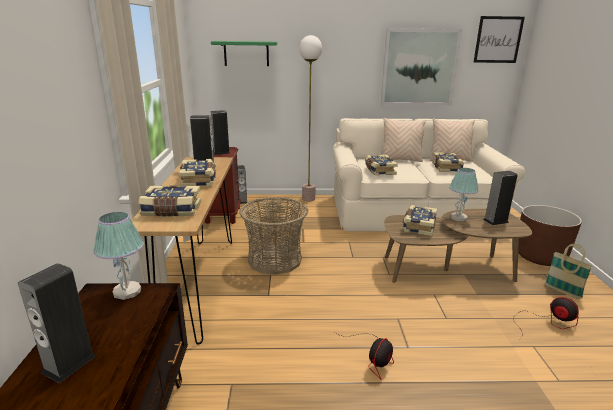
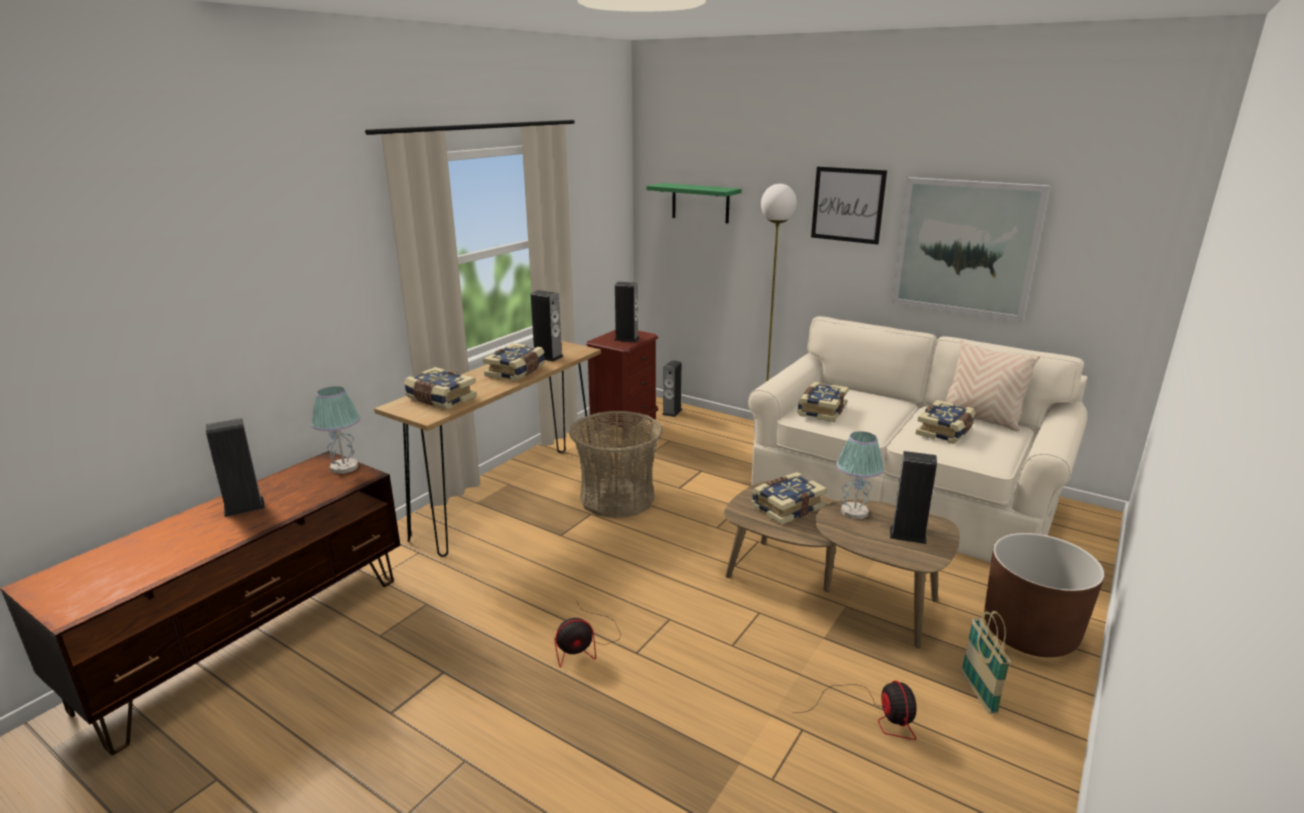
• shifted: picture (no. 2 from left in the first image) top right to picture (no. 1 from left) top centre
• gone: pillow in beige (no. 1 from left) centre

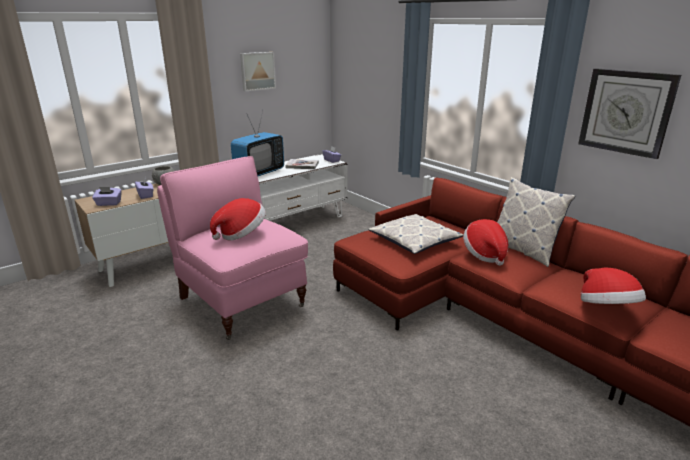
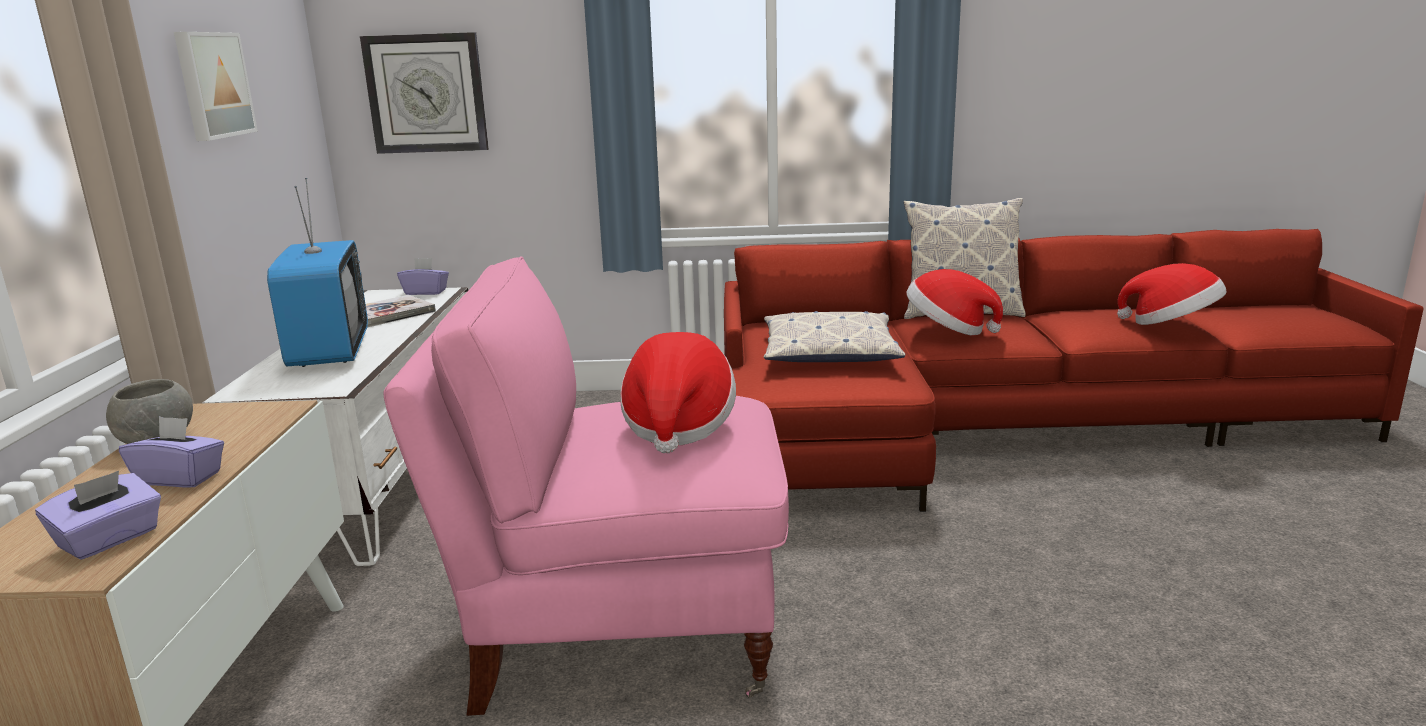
• shifted: wall clock top right to top left

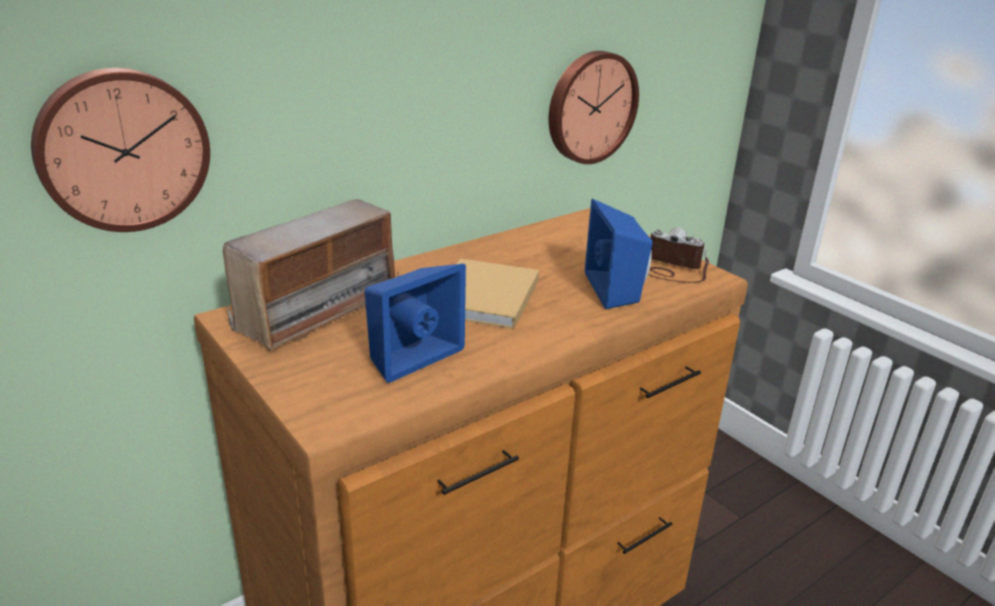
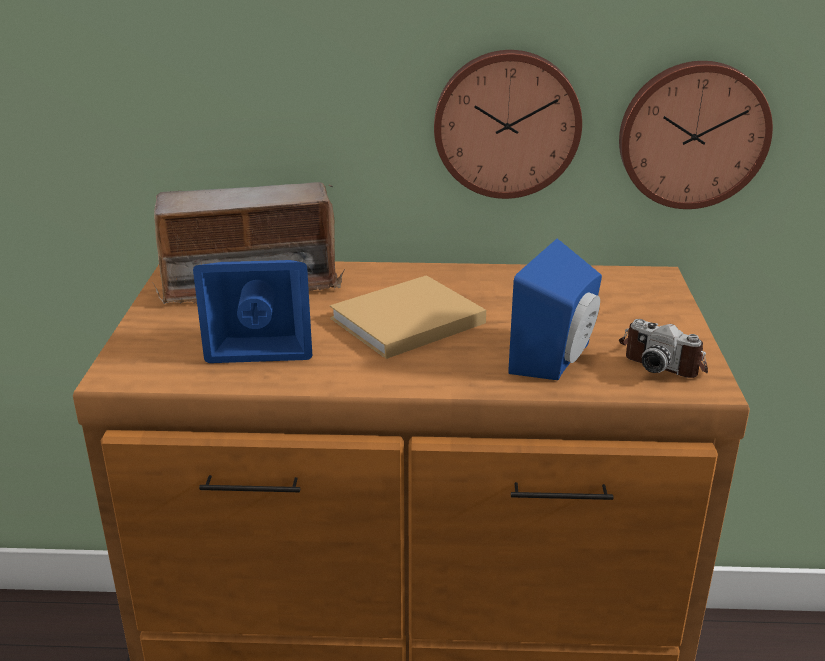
• shifted: wall clock (no. 1 from left) top left to top centre
• rotated: photo camera middle right = middle right 150 degrees clockwise

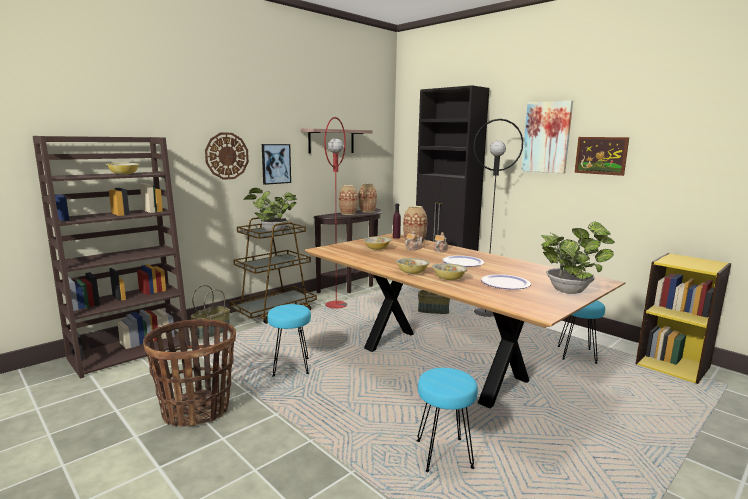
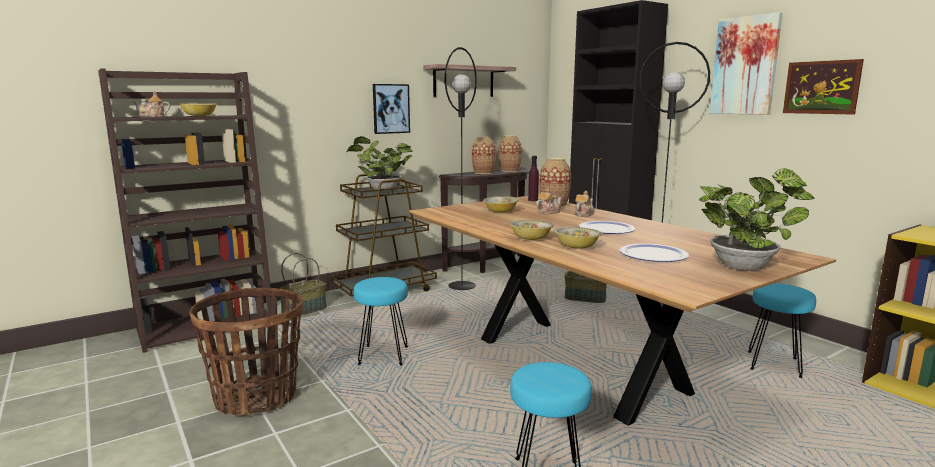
• new: teapot (no. 1 from left) top left
• repainted: floor lamp in red centre to floor lamp in black (no. 1 from left) centre
• gone: wall clock top left

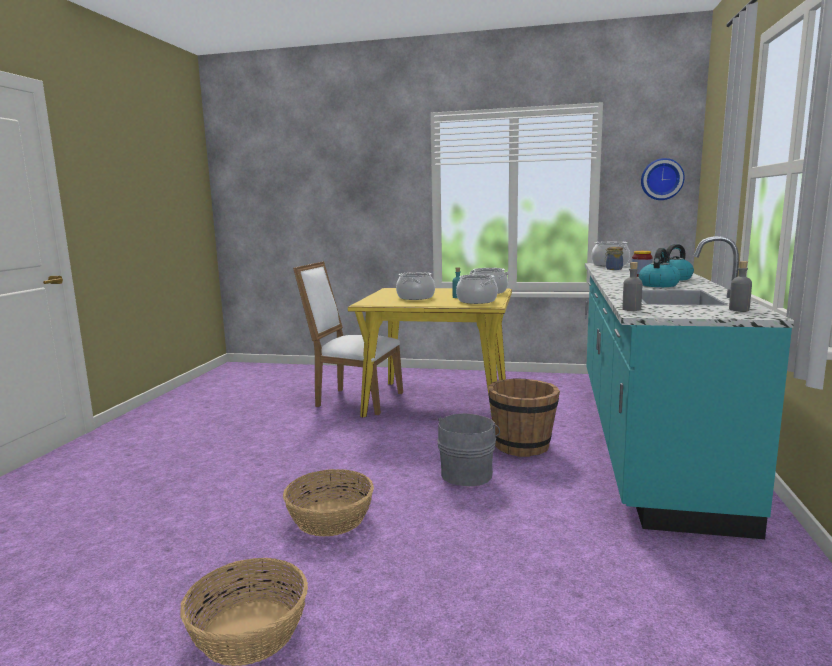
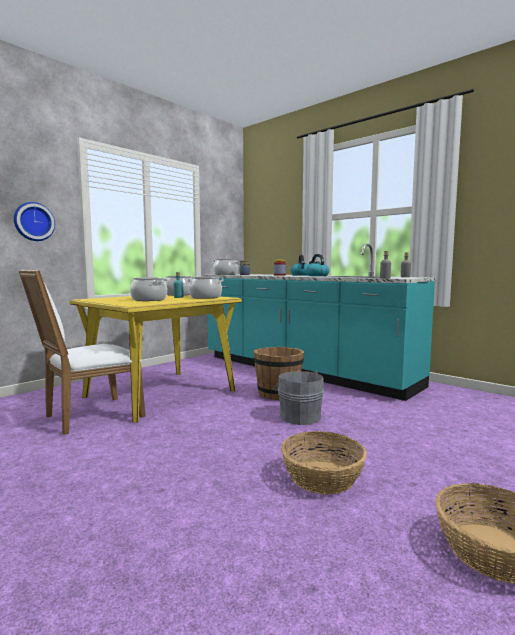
• shifted: wall clock top right to middle left

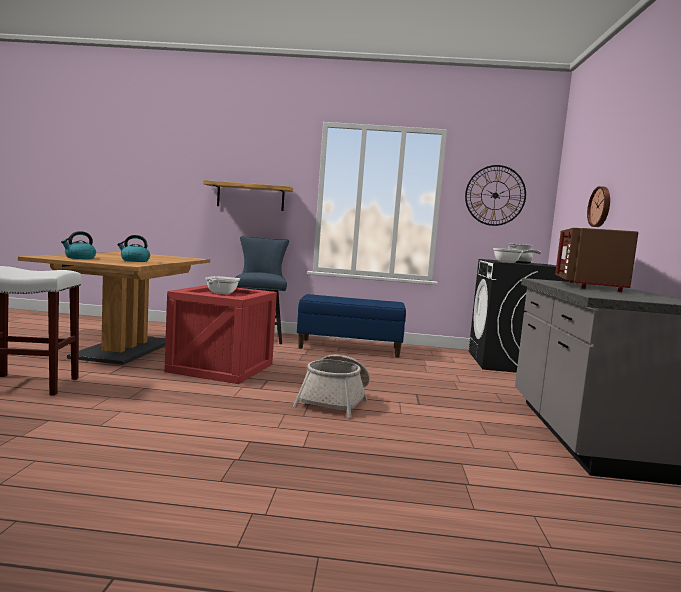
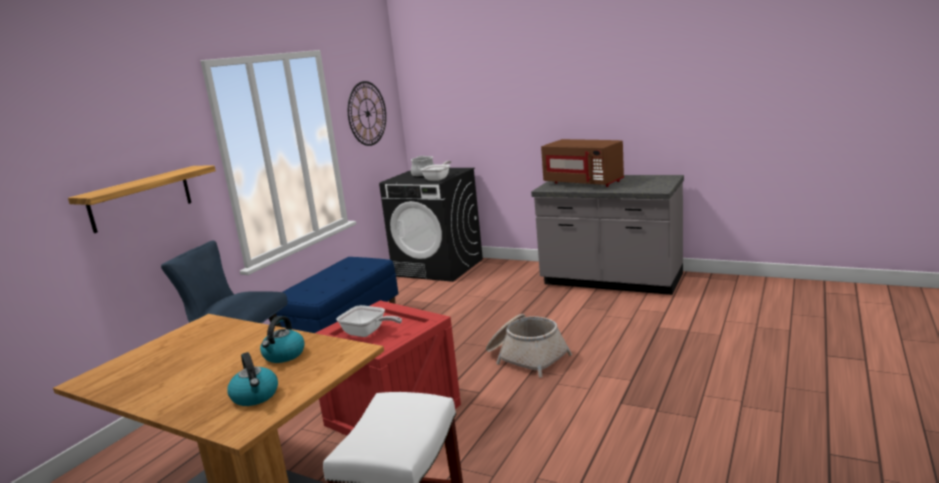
• gone: wall clock (no. 2 from left) middle right

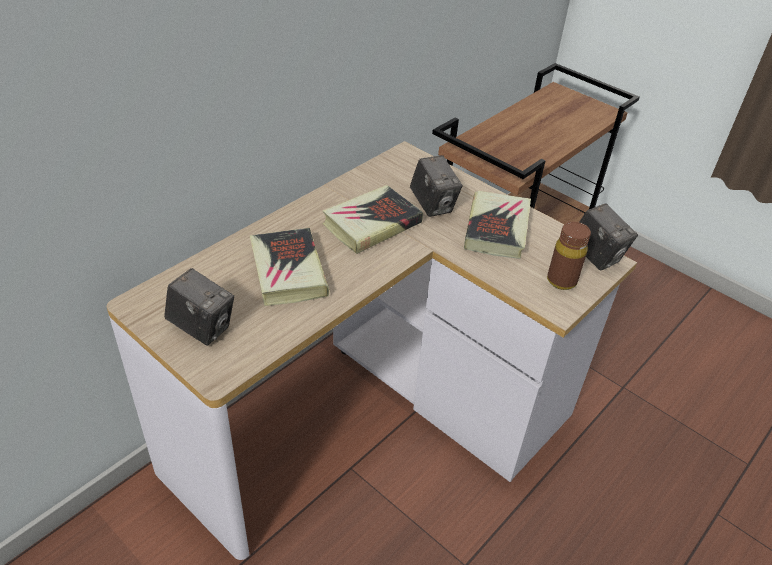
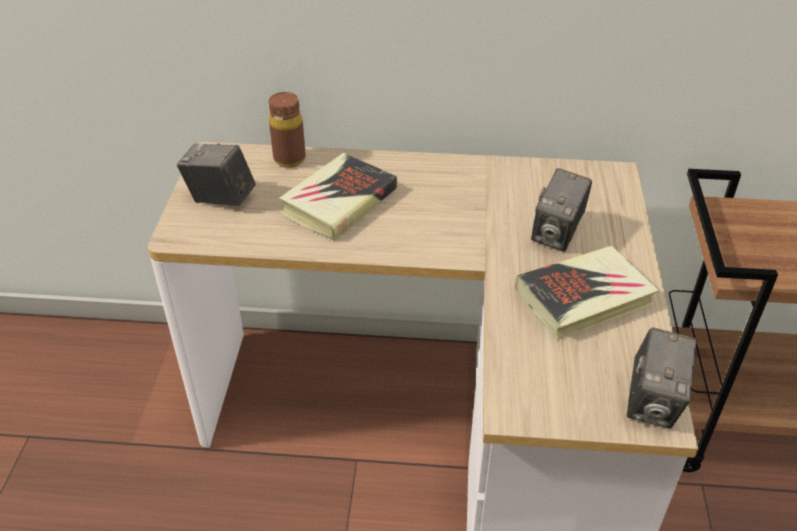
• rotated: photo camera (no. 1 from left) middle left = top left 120 degrees clockwise
• shifted: bottle in brown middle right to top centre
• gone: book (no. 2 from left) centre

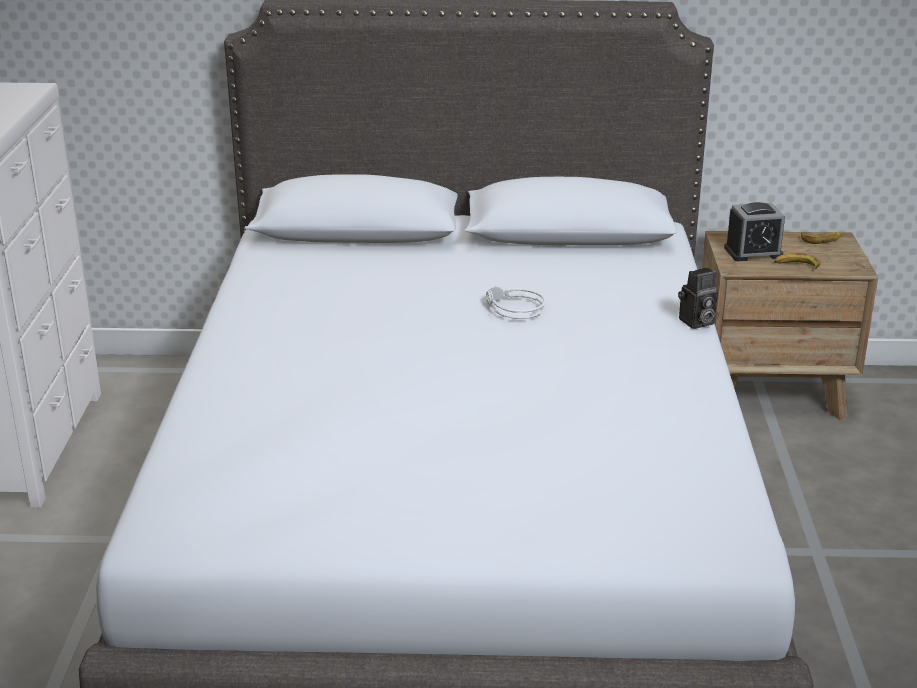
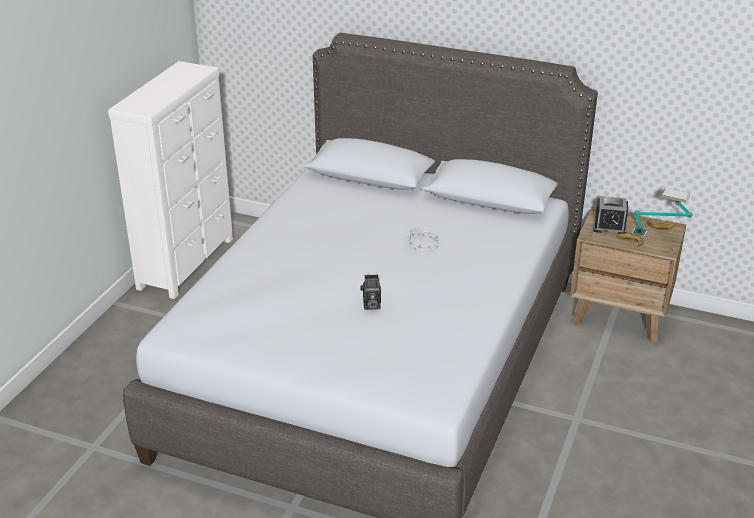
• shifted: photo camera middle right to centre
• new: table lamp middle right

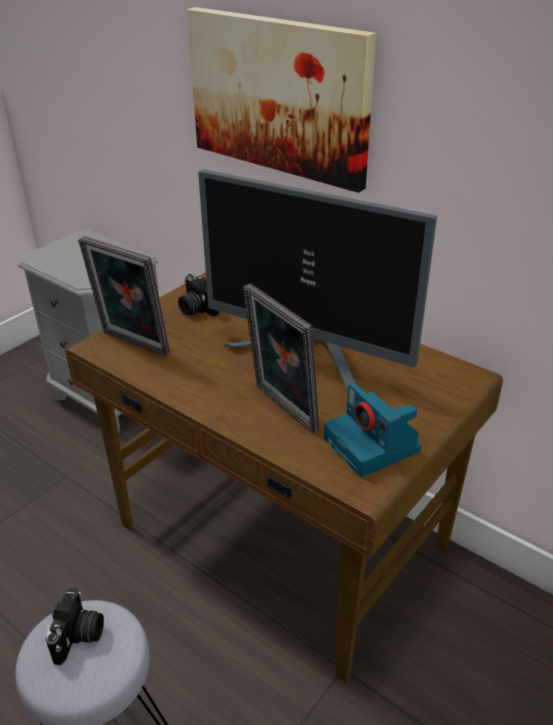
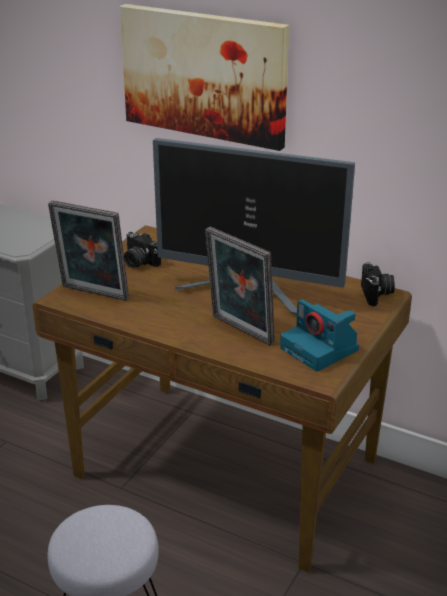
• shifted: photo camera (no. 1 from left in the first image) bottom left to photo camera (no. 3 from left) middle right

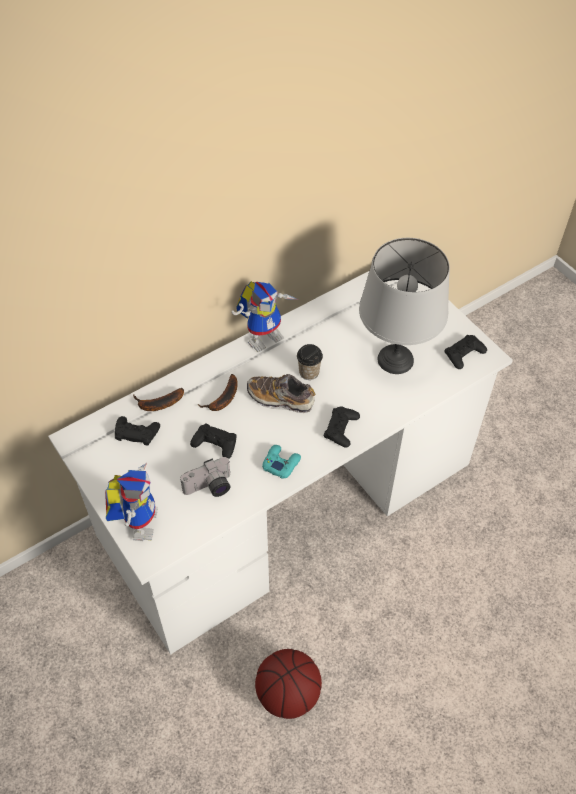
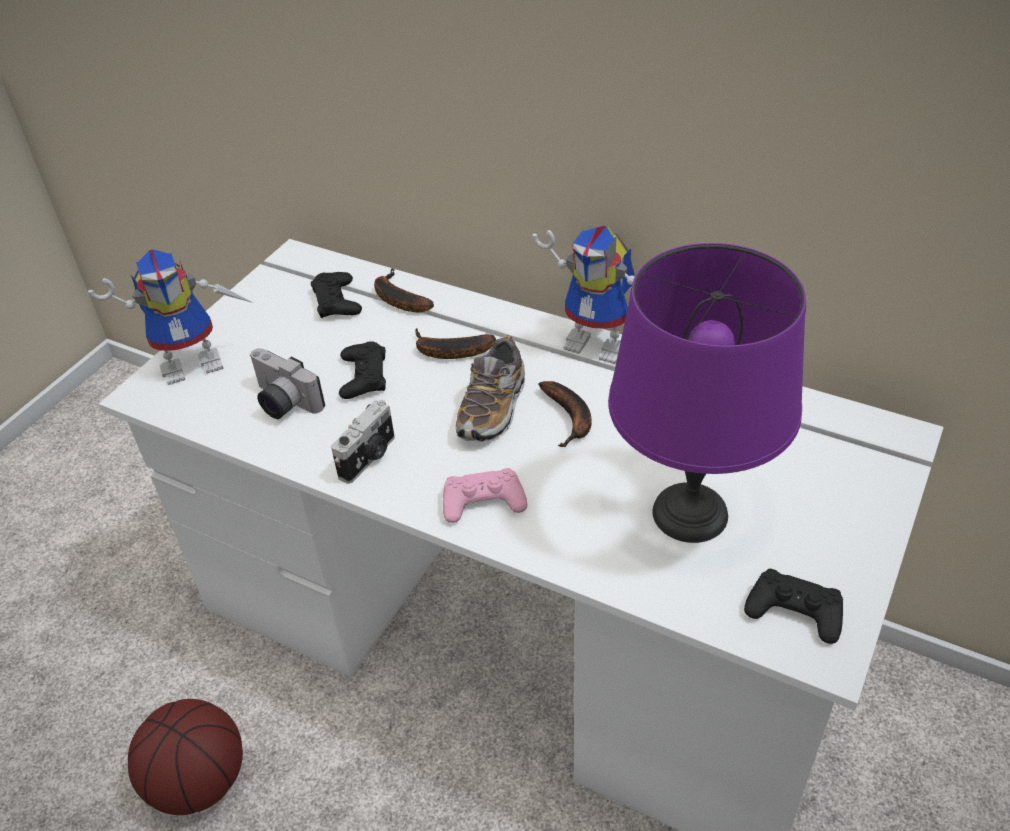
• swapped: game controller in turquoise centre to photo camera (no. 2 from left) centre
• repainted: game controller in black (no. 3 from left) centre to game controller in pink centre
• rotated: shoe centre = centre 150 degrees counterclockwise
• swapped: cup centre to banana (no. 3 from left) centre
• repainted: table lamp in grey middle right to table lamp in purple middle right

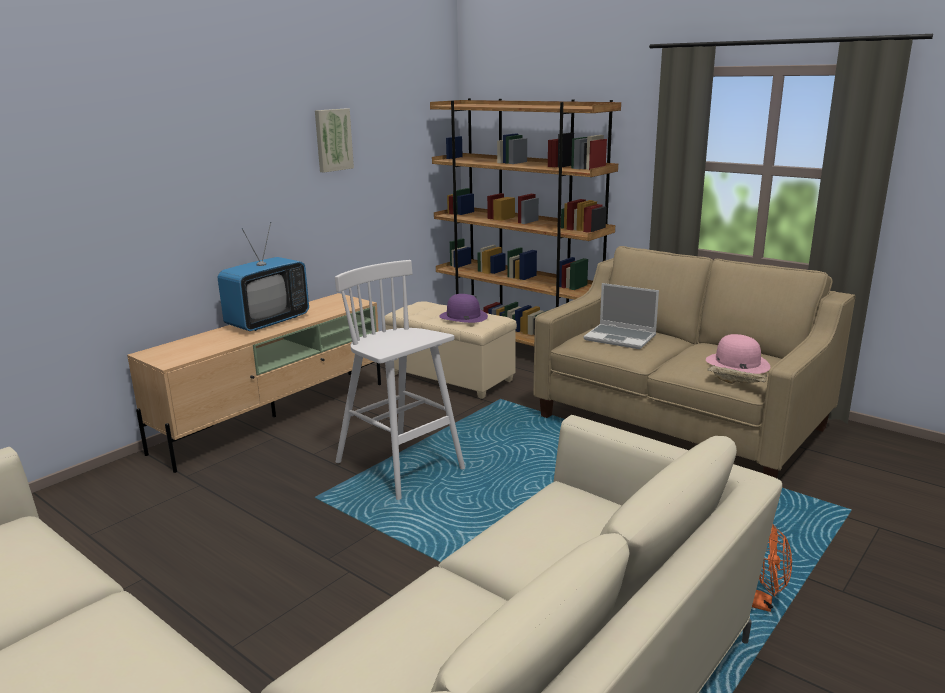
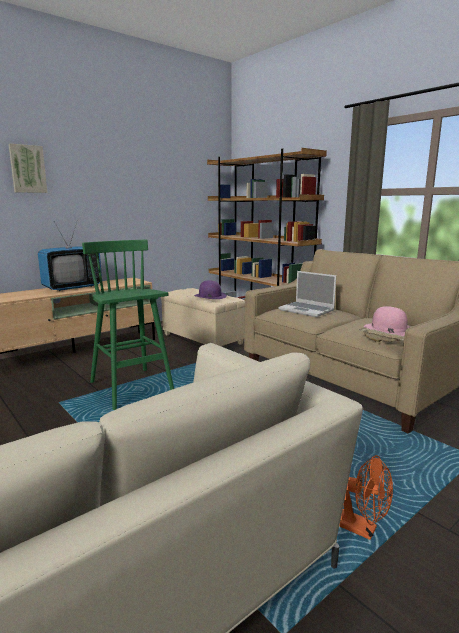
• shifted: picture top centre to top left
• repainted: stool in white centre to stool in green middle left

